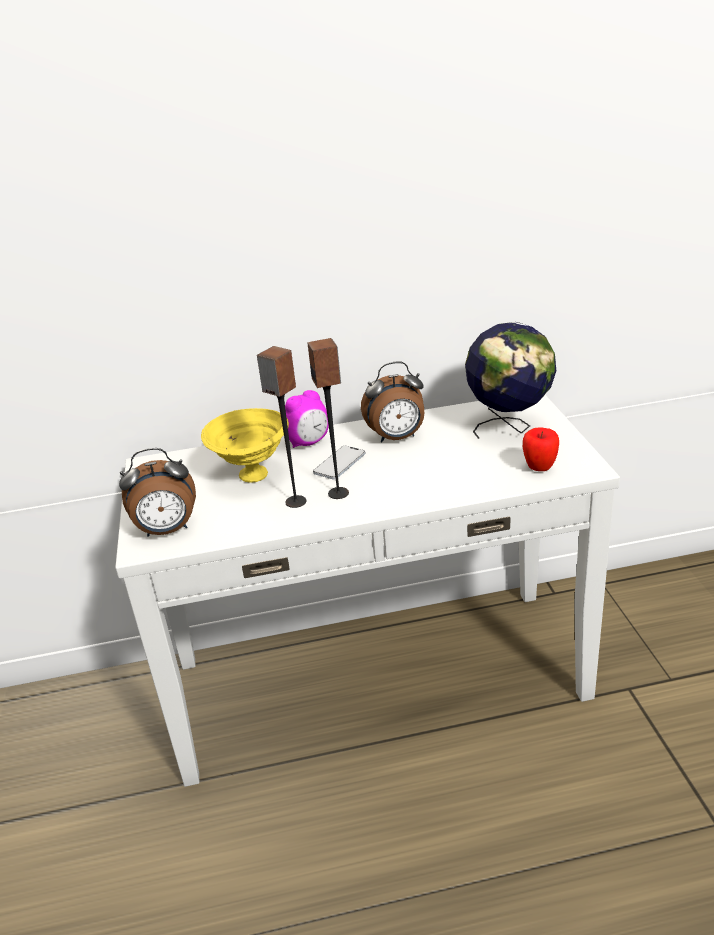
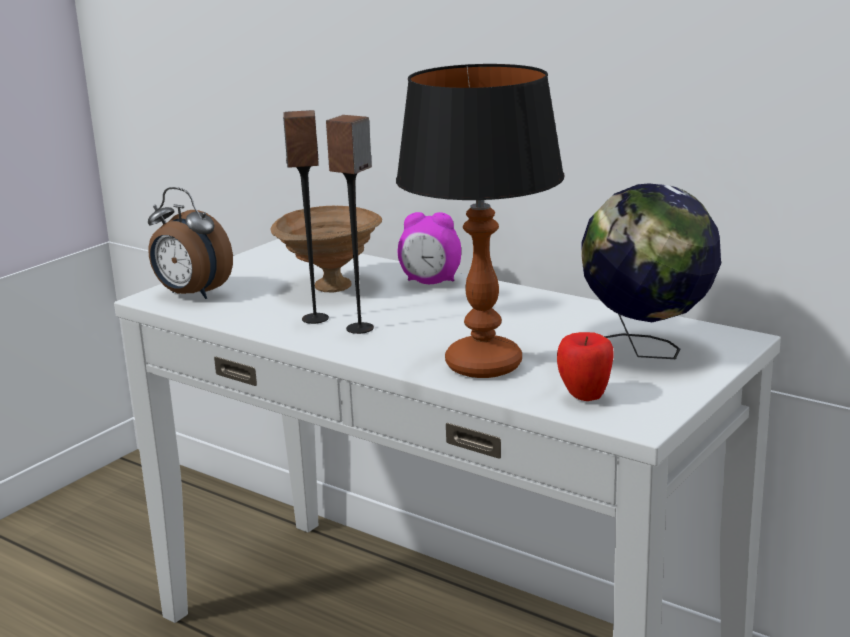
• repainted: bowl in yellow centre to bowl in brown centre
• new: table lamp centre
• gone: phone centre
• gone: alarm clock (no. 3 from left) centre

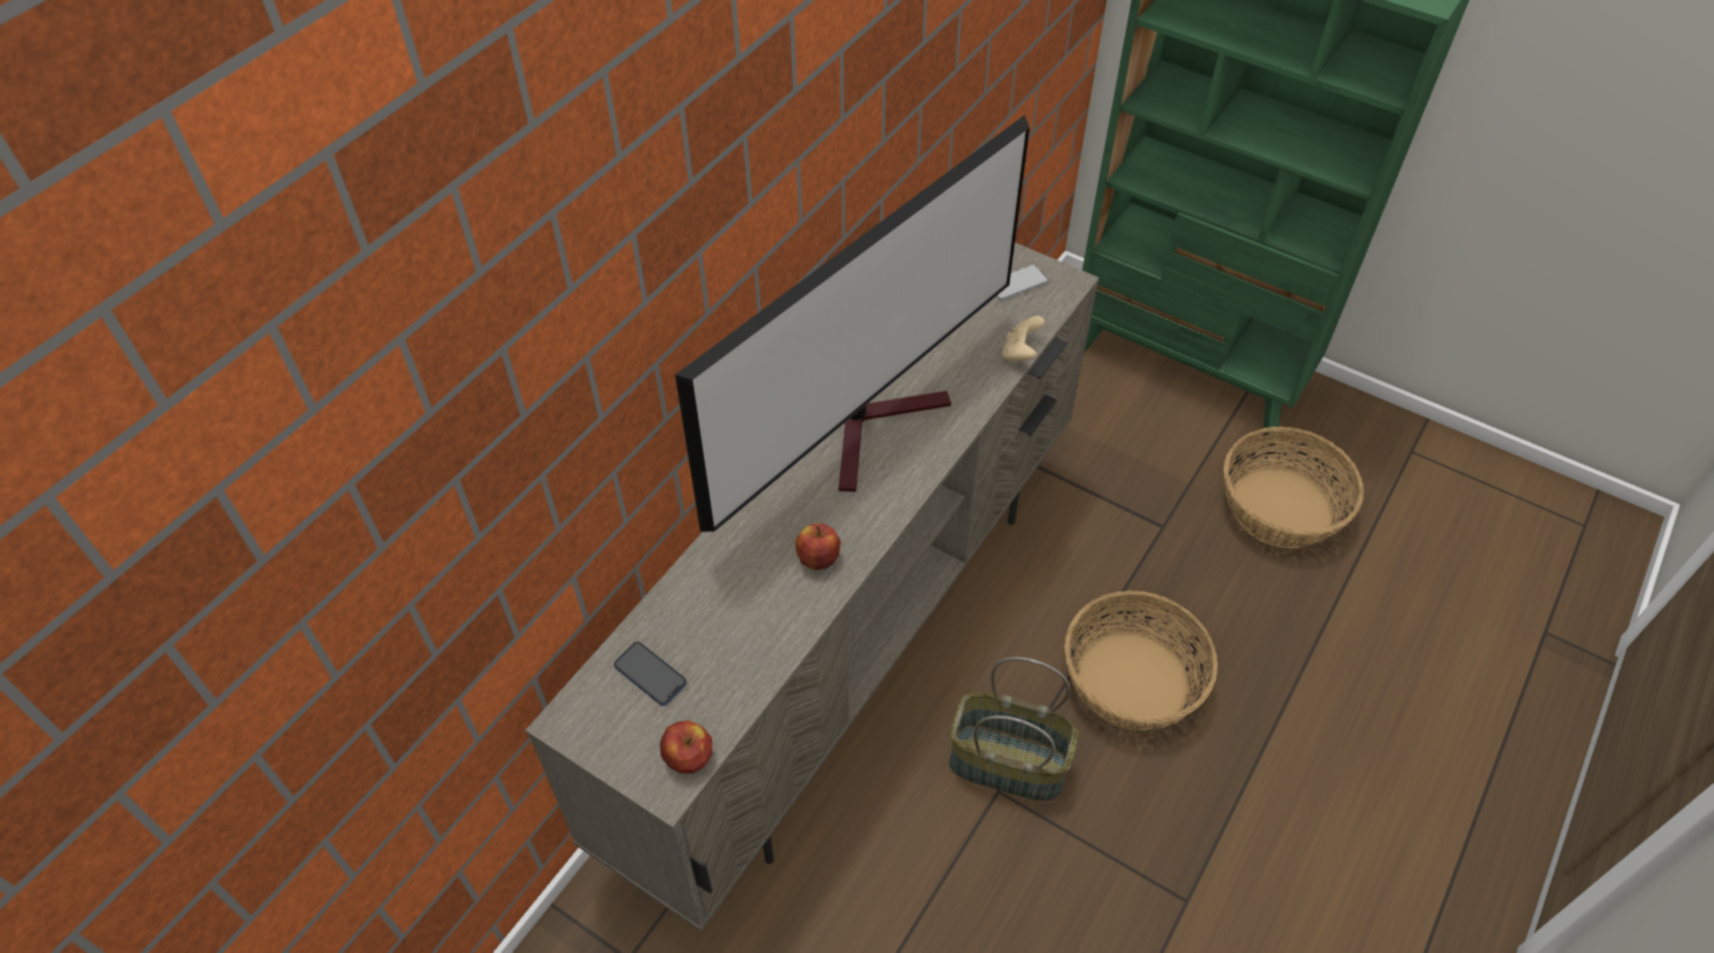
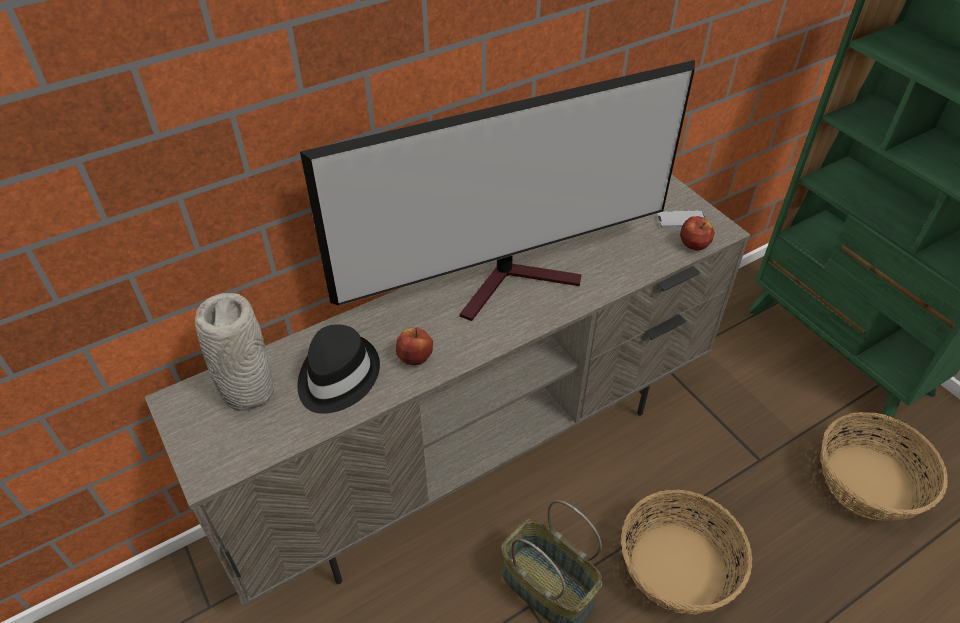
• swapped: phone (no. 1 from left) bottom centre to vase in grey middle left
• new: hat in black centre
• shifted: apple (no. 1 from left in the first image) bottom centre to apple (no. 2 from left) middle right
• gone: game controller in beige centre

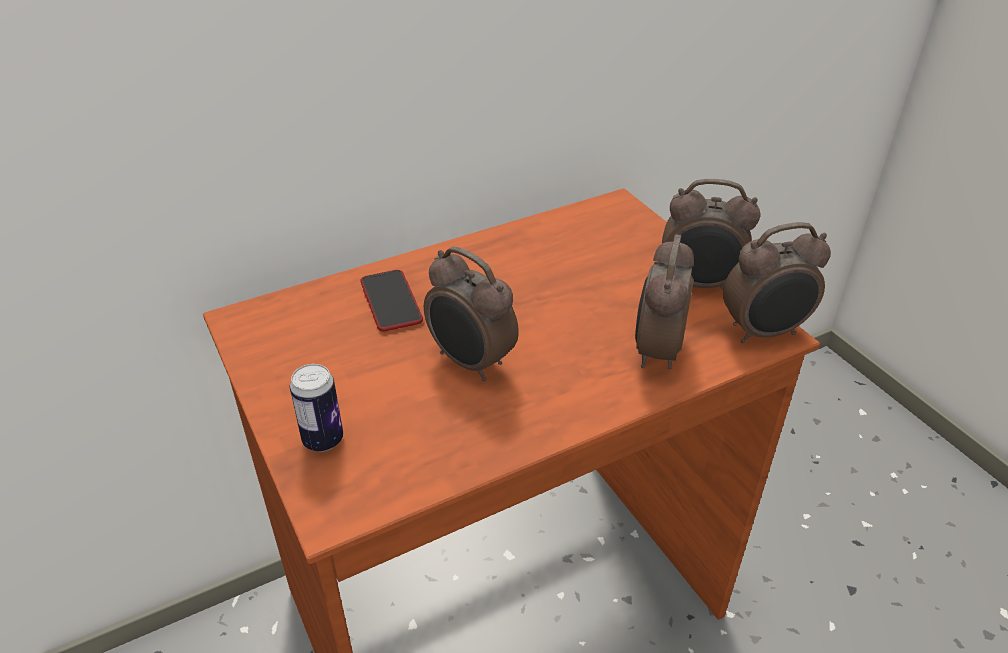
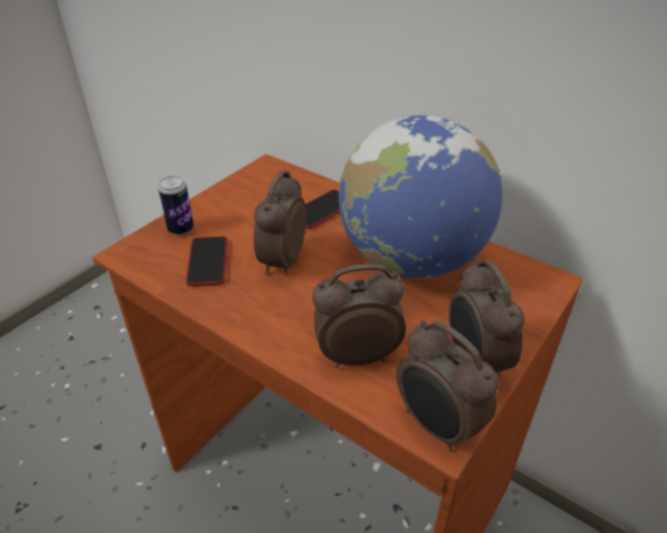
• new: phone (no. 1 from left) middle left
• new: globe centre

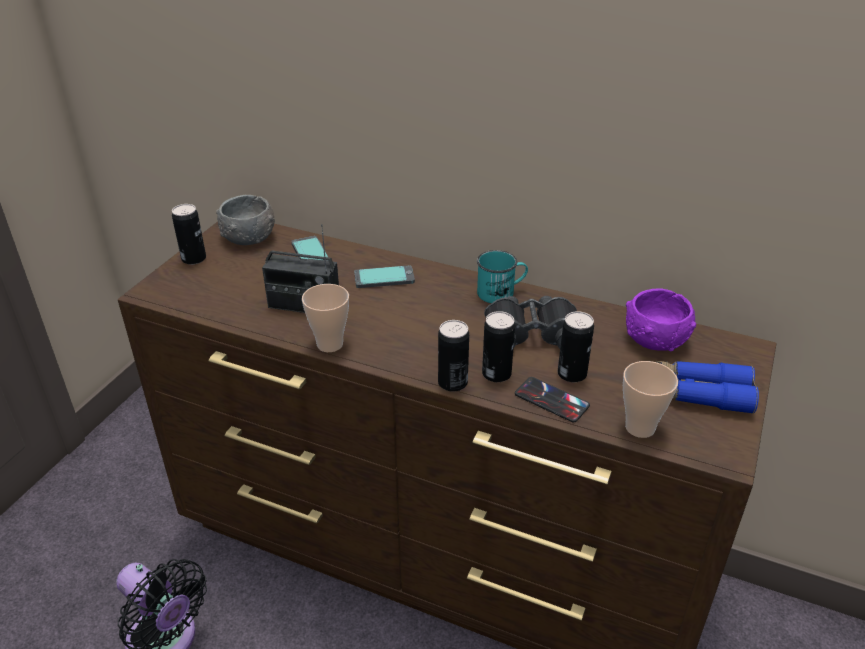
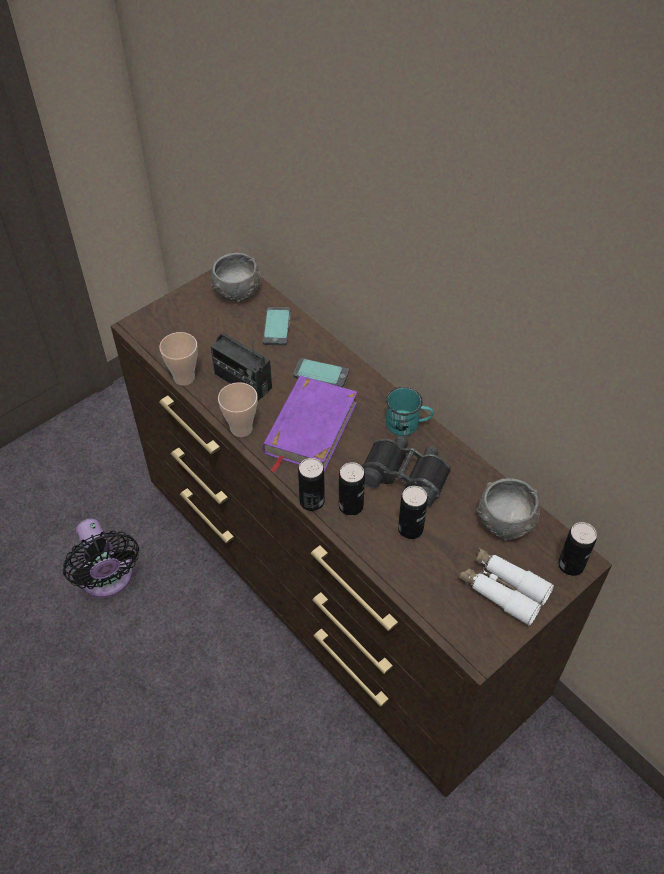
• shifted: cup (no. 2 from left in the first image) middle right to cup (no. 1 from left) middle left
• new: book in purple centre
• repainted: binoculars in blue middle right to binoculars in white bottom right
• repainted: bowl in purple middle right to bowl in grey (no. 2 from left) middle right
• shifted: can (no. 1 from left in the first image) middle left to can (no. 4 from left) middle right
• gone: phone (no. 3 from left) centre

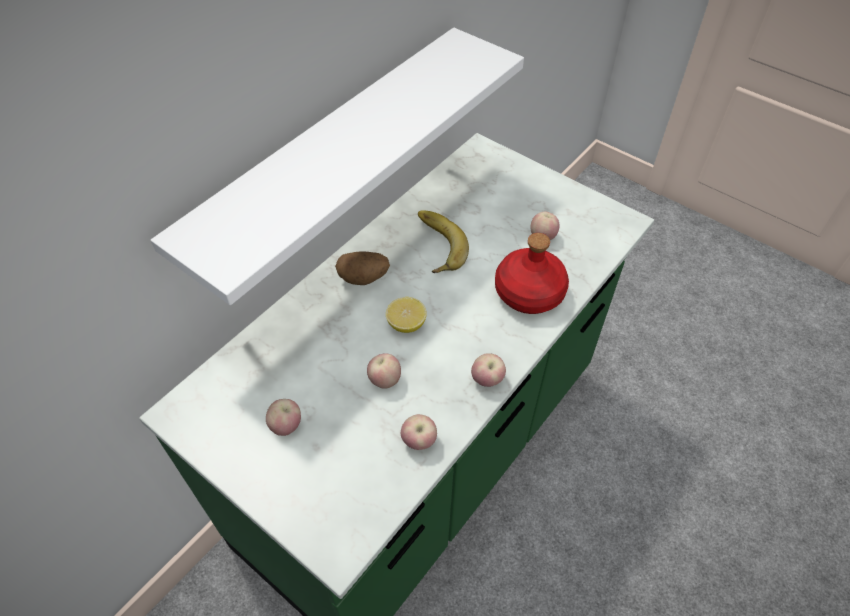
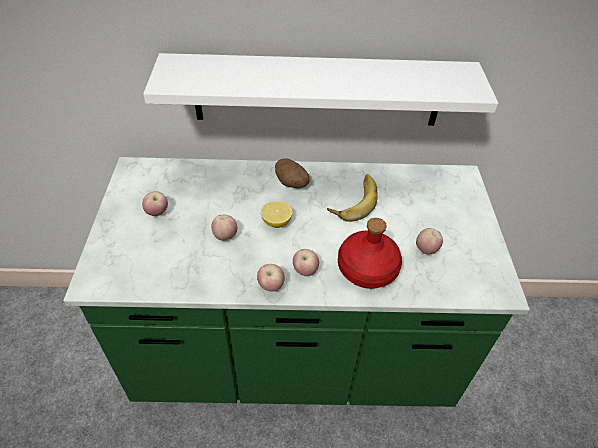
• shifted: apple (no. 3 from left in the first image) bottom centre to apple (no. 4 from left) centre

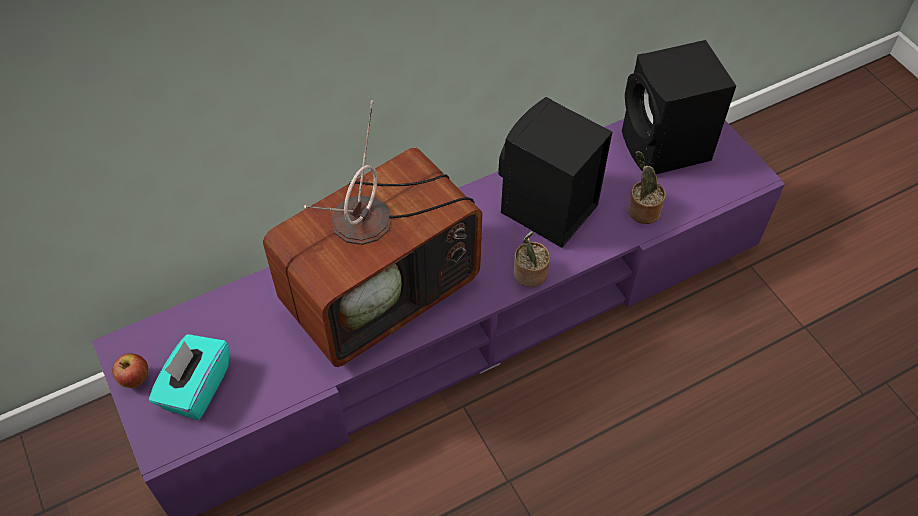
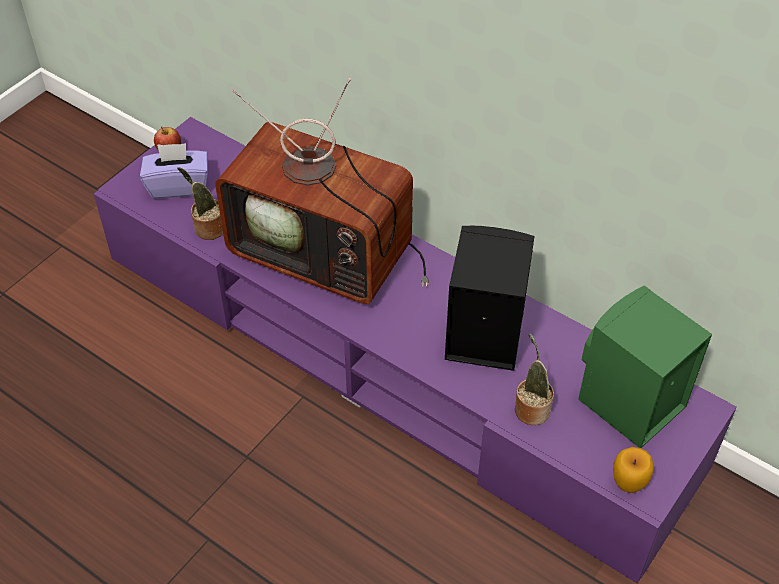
• repainted: tissue box in turquoise bottom left to tissue box in purple top left
• shifted: potted plant (no. 1 from left) centre to middle left
• repainted: speaker in black (no. 2 from left) top right to speaker in green middle right
• new: apple (no. 2 from left) bottom right

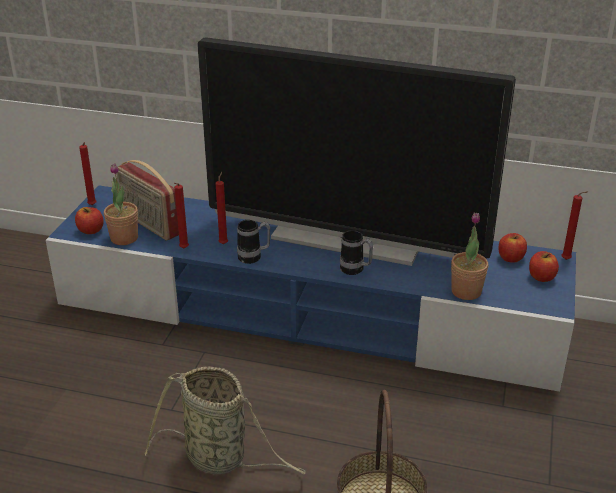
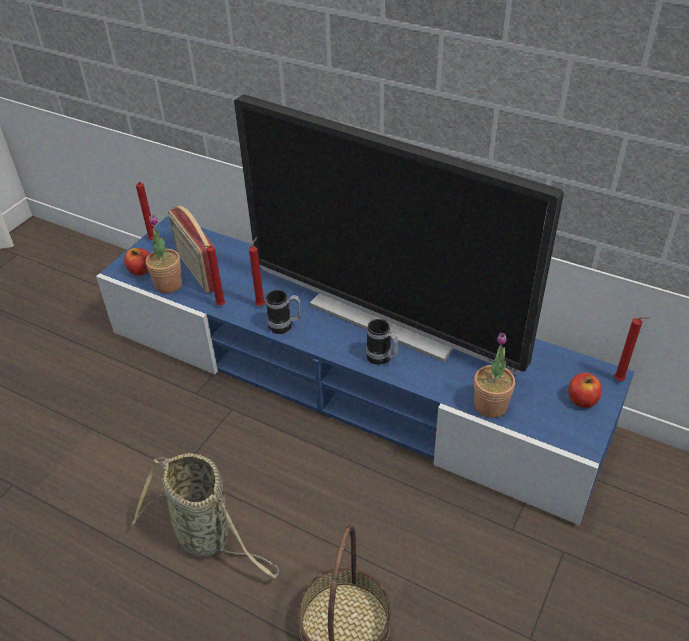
• gone: apple (no. 2 from left) middle right

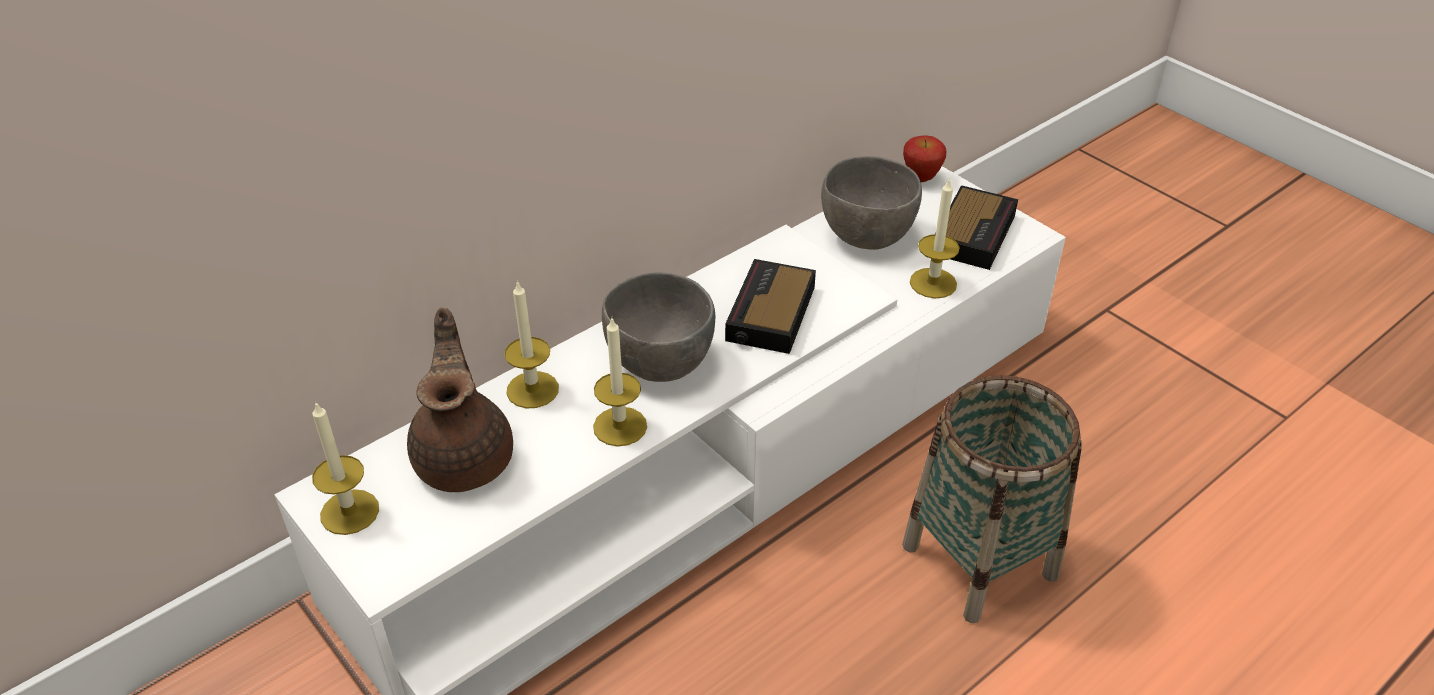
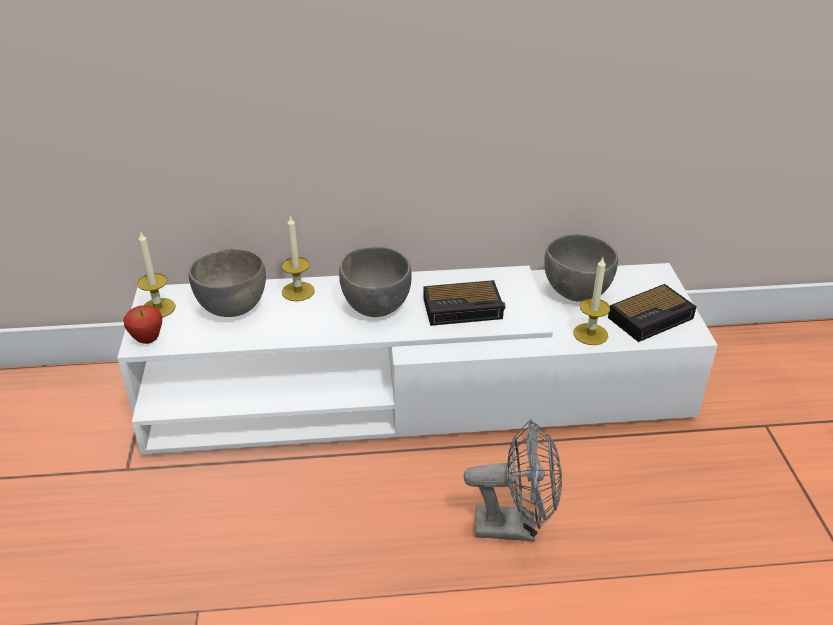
• shifted: apple top centre to middle left
• swapped: teapot in brown middle left to bowl in grey (no. 1 from left) middle left
• rotated: alarm clock (no. 1 from left) centre = centre 150 degrees counterclockwise
• swapped: basket bottom right to fan in grey bottom centre
• gone: candle (no. 3 from left) centre

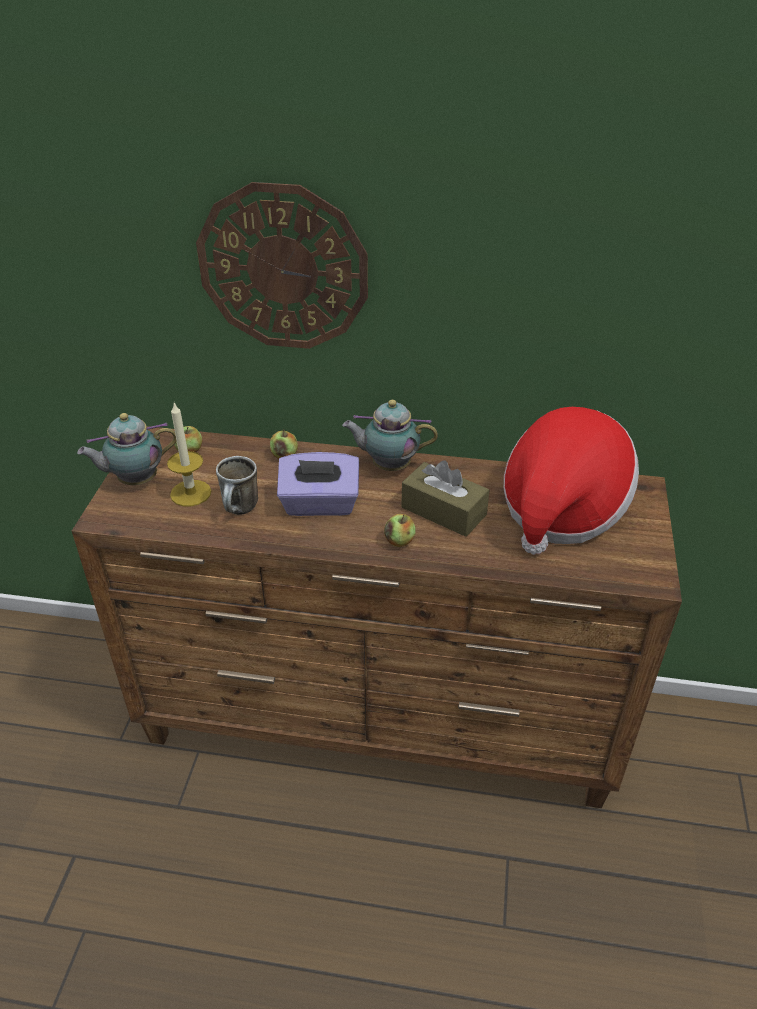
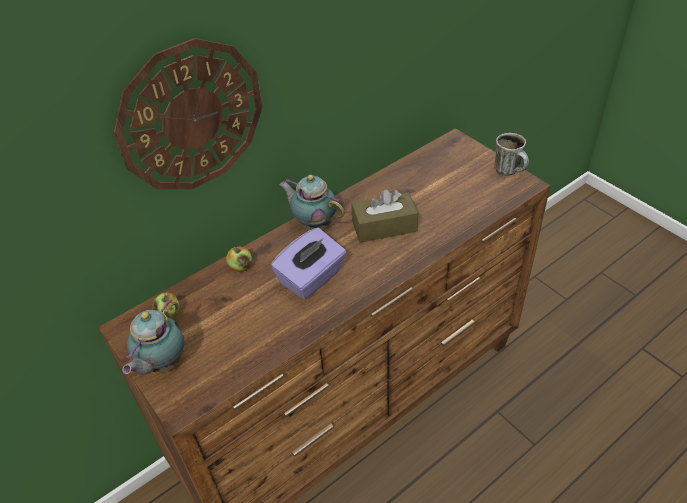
• rotated: teapot (no. 2 from left) centre = centre 75 degrees clockwise
• shifted: mug middle left to top right
• gone: candle middle left
• gone: apple (no. 3 from left) centre
• gone: hat middle right

